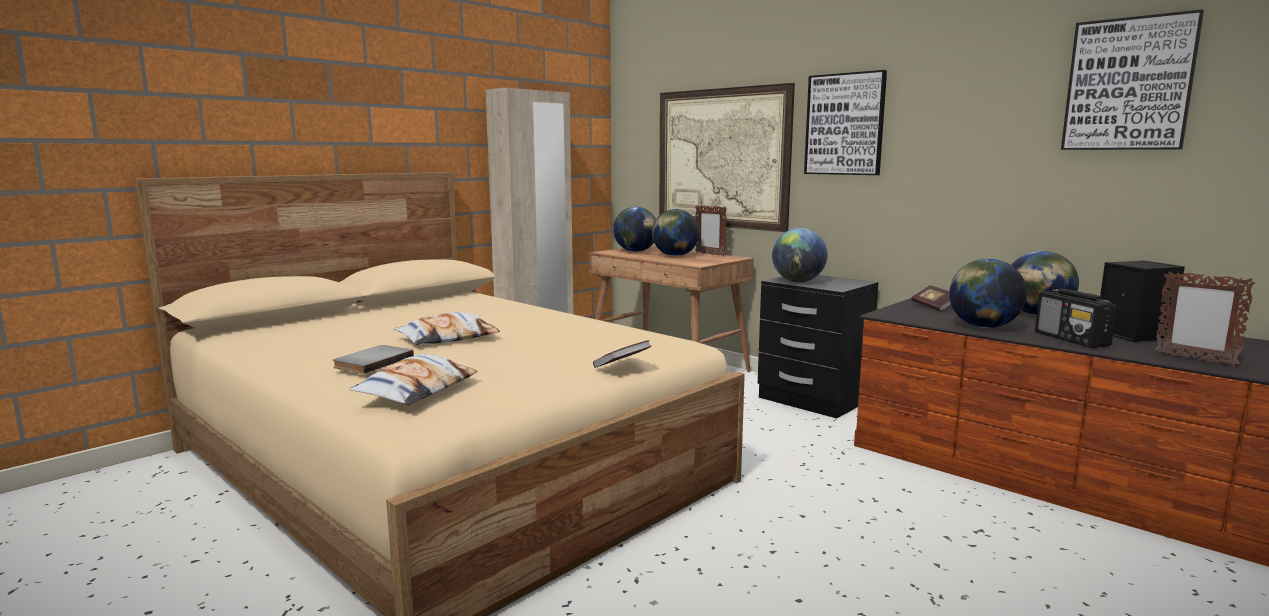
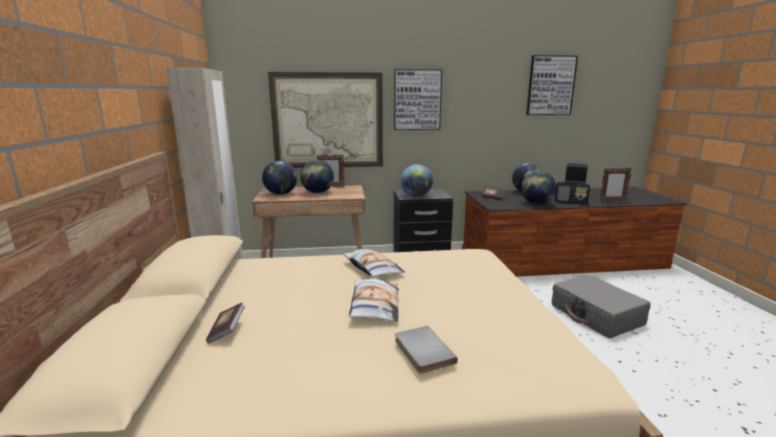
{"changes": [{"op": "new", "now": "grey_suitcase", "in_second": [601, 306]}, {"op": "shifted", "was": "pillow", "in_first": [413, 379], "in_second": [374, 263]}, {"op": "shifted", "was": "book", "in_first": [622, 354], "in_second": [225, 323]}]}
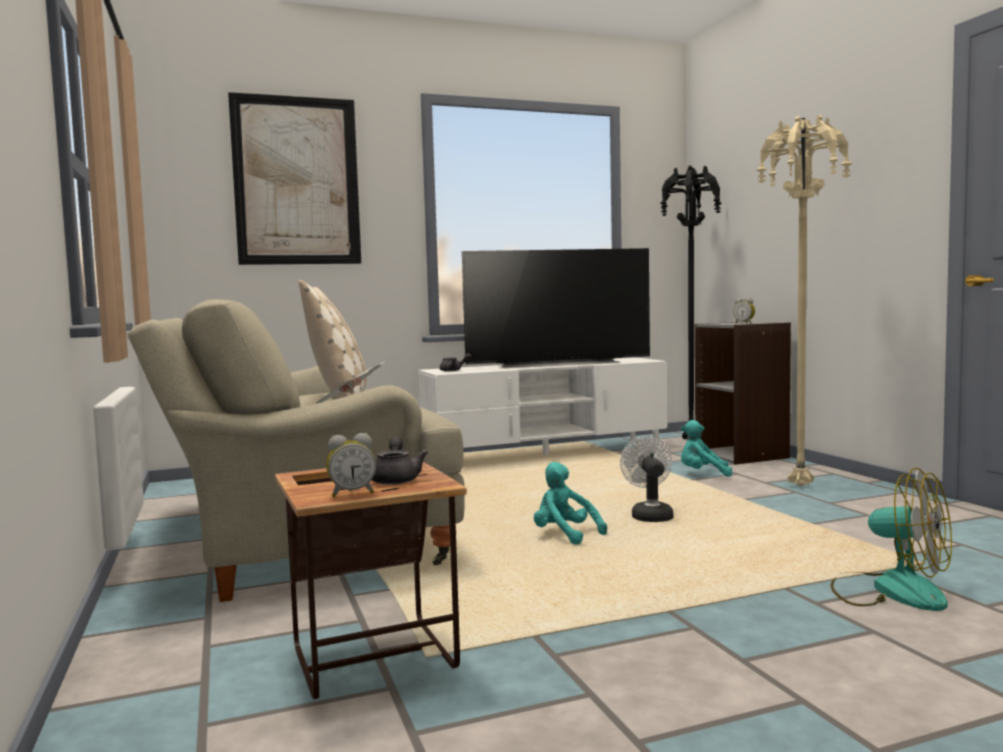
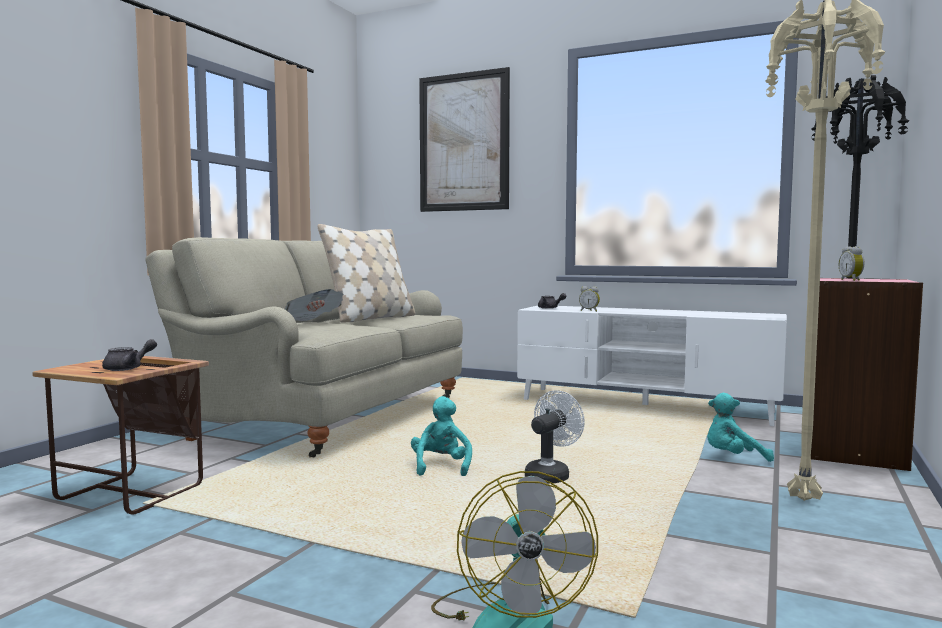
{"changes": [{"op": "gone", "was": "television", "in_first": [556, 308]}, {"op": "shifted", "was": "alarm_clock", "in_first": [351, 465], "in_second": [589, 299]}, {"op": "repainted", "was": "grey_bookcase", "now": "pink_bookcase", "in_first": [743, 393], "in_second": [867, 374]}, {"op": "rotated", "was": "turquoise_plush_toy", "in_first": [706, 448], "in_second": [740, 427], "clockwise": -60}]}
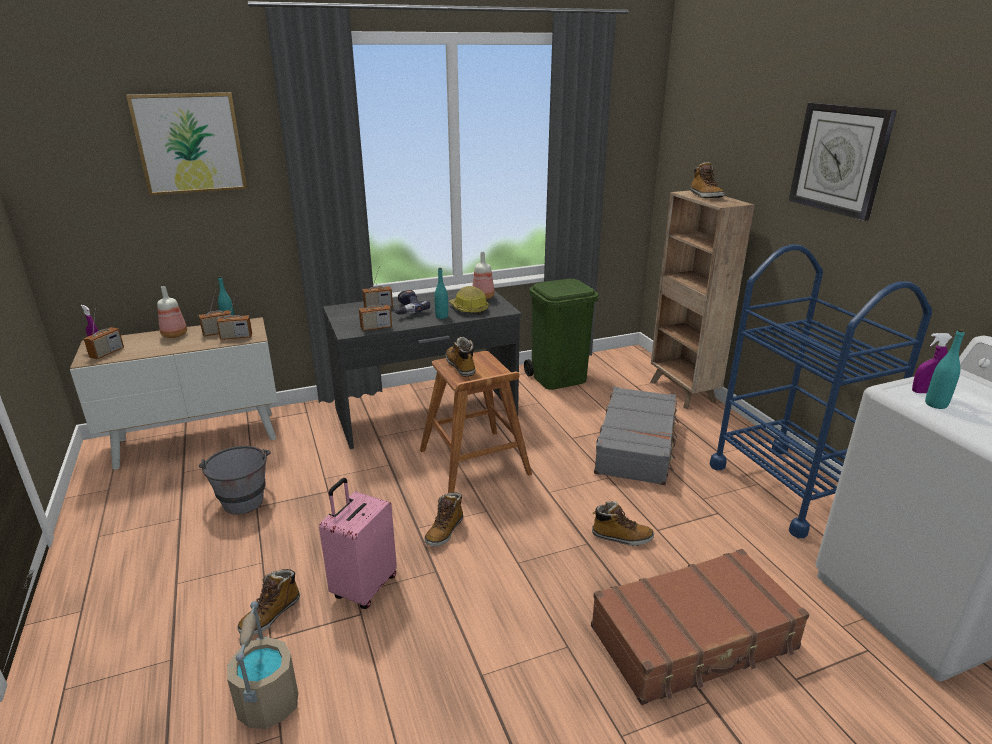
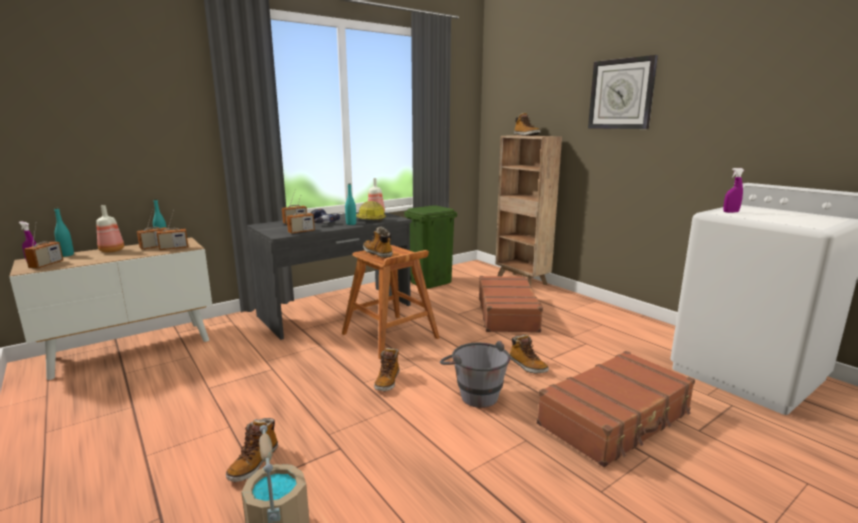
{"changes": [{"op": "gone", "was": "picture", "in_first": [186, 144]}, {"op": "gone", "was": "pink_suitcase", "in_first": [358, 543]}, {"op": "gone", "was": "blue_cart", "in_first": [820, 391]}, {"op": "shifted", "was": "grey_bucket", "in_first": [235, 480], "in_second": [475, 374]}, {"op": "shifted", "was": "turquoise_bottle", "in_first": [945, 369], "in_second": [64, 232]}, {"op": "repainted", "was": "grey_suitcase", "now": "brown_suitcase", "in_first": [636, 436], "in_second": [511, 304]}, {"op": "rotated", "was": "boot", "in_first": [623, 523], "in_second": [529, 354], "clockwise": 60}]}
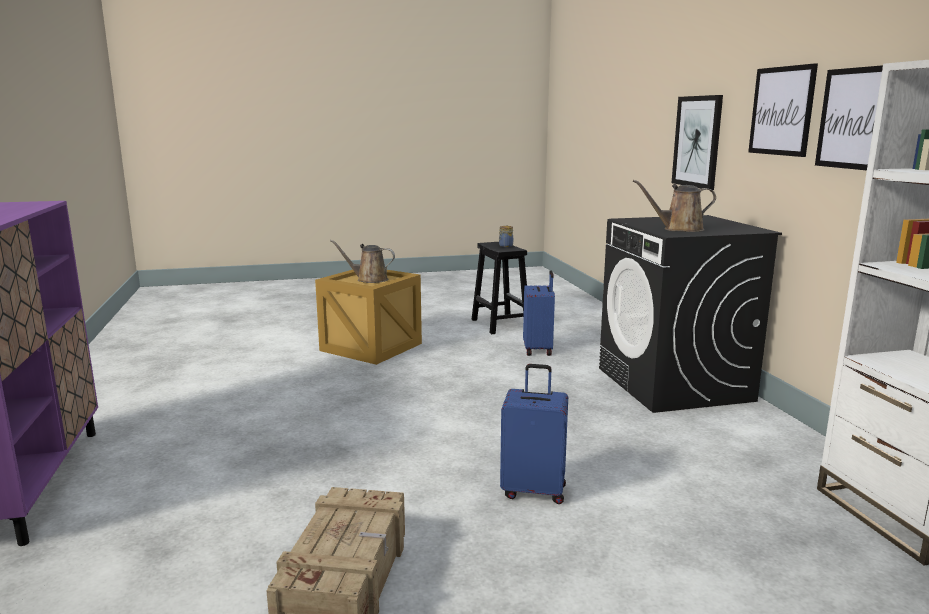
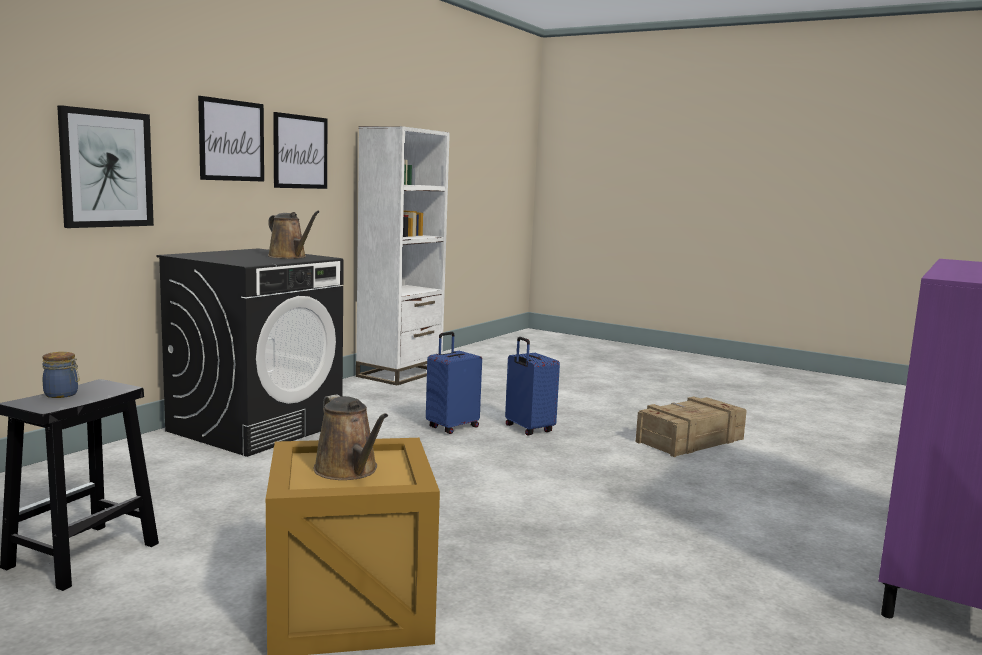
{"changes": [{"op": "shifted", "was": "blue_suitcase", "in_first": [539, 313], "in_second": [454, 383]}]}
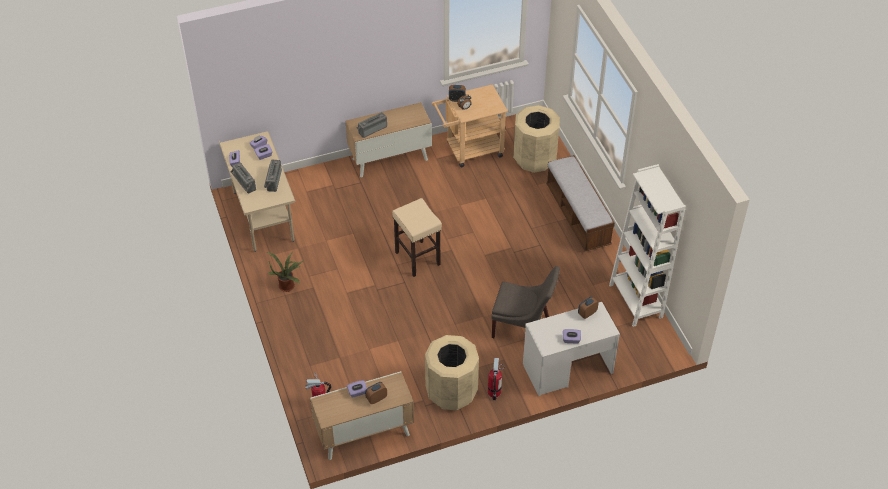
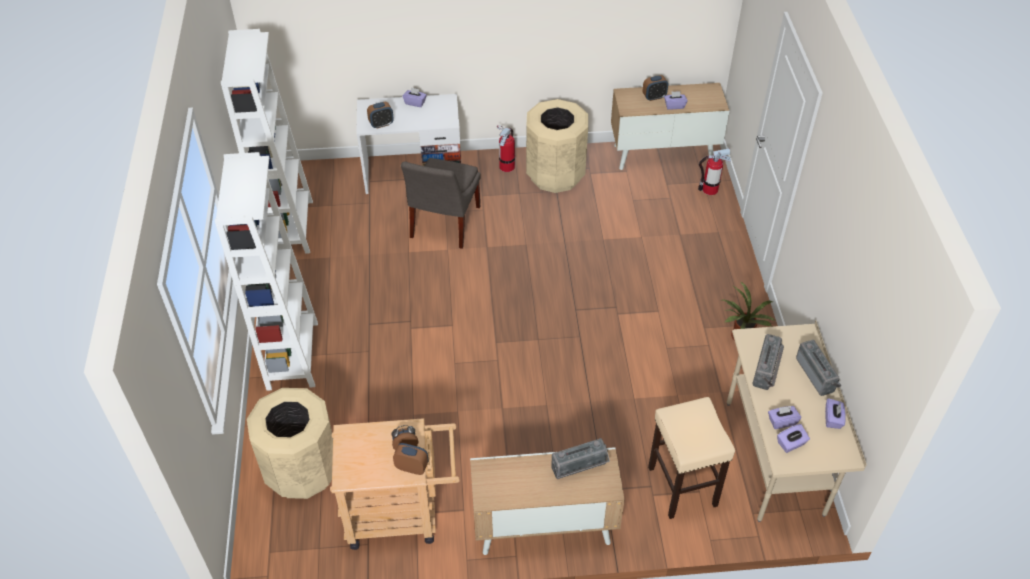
{"changes": [{"op": "shifted", "was": "beige_stool", "in_first": [417, 237], "in_second": [691, 458]}, {"op": "swapped", "was": "bench", "now": "white_bookcase", "in_first": [580, 203], "in_second": [266, 271]}, {"op": "rotated", "was": "grey_chair", "in_first": [525, 302], "in_second": [441, 203], "clockwise": -105}]}
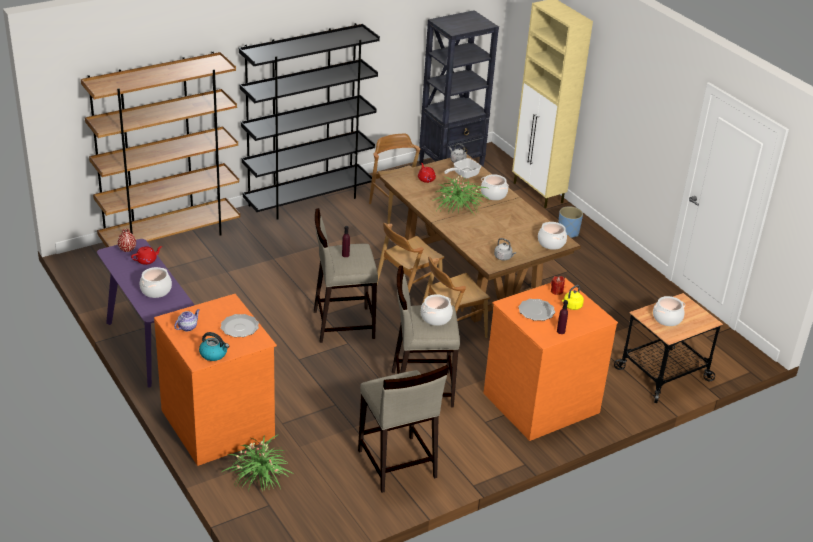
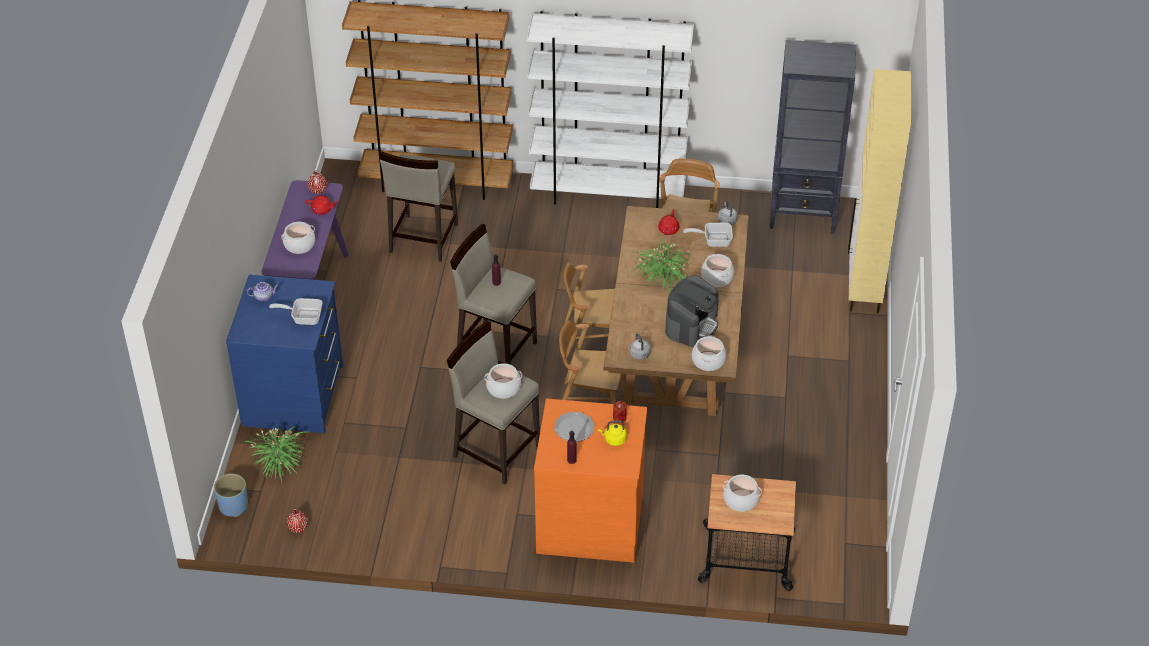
{"changes": [{"op": "gone", "was": "kettle", "in_first": [214, 346]}, {"op": "new", "now": "red_vase", "in_second": [297, 521]}, {"op": "new", "now": "coffee_machine", "in_second": [692, 311]}, {"op": "shifted", "was": "beige_stool", "in_first": [403, 429], "in_second": [418, 206]}, {"op": "shifted", "was": "blue_planter", "in_first": [570, 222], "in_second": [231, 495]}, {"op": "swapped", "was": "plate", "now": "frying_pan", "in_first": [240, 325], "in_second": [295, 311]}, {"op": "repainted", "was": "orange_dresser", "now": "blue_dresser", "in_first": [215, 380], "in_second": [284, 354]}, {"op": "repainted", "was": "black_bookcase", "now": "white_bookcase", "in_first": [309, 121], "in_second": [610, 109]}]}
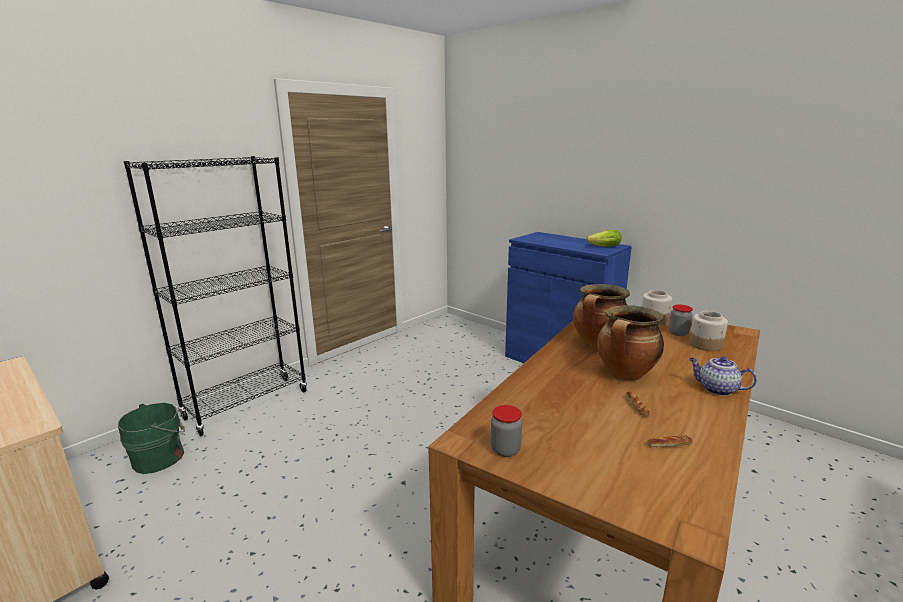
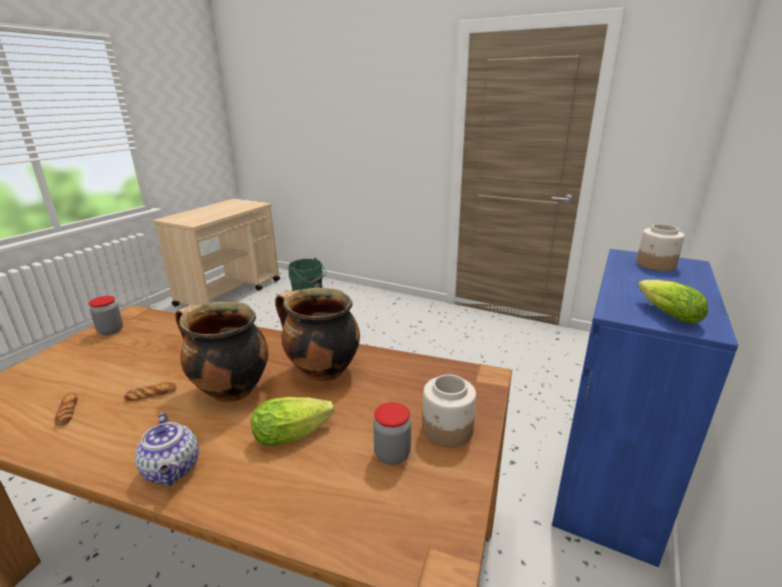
{"changes": [{"op": "gone", "was": "black_bookcase", "in_first": [215, 296]}, {"op": "new", "now": "lettuce", "in_second": [292, 421]}, {"op": "shifted", "was": "jar", "in_first": [708, 331], "in_second": [660, 247]}, {"op": "rotated", "was": "teapot", "in_first": [723, 376], "in_second": [167, 449], "clockwise": 135}]}
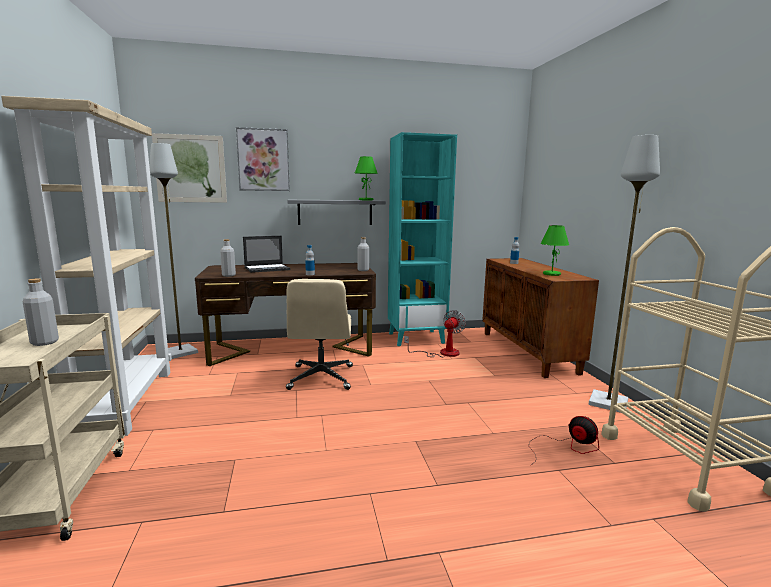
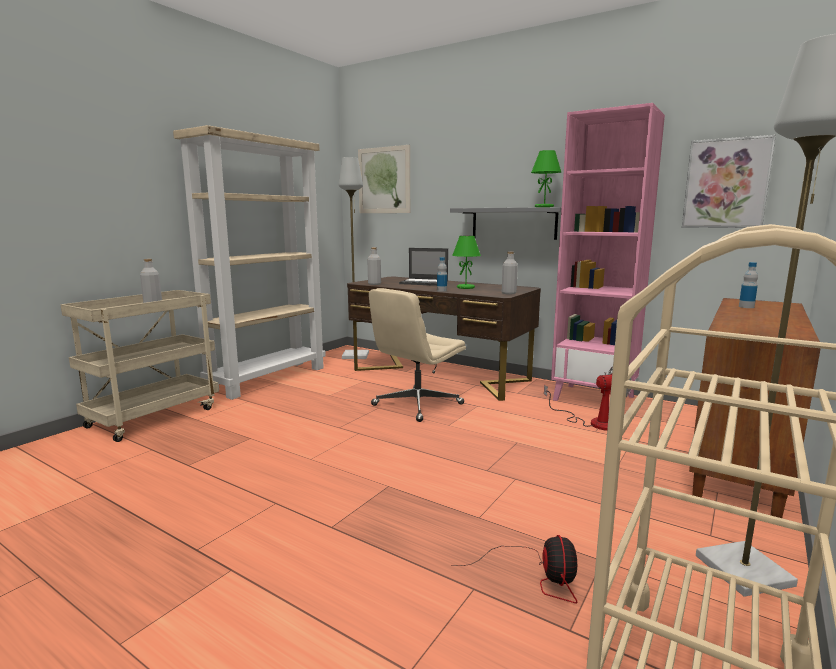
{"changes": [{"op": "shifted", "was": "picture", "in_first": [263, 159], "in_second": [729, 181]}, {"op": "shifted", "was": "green_table_lamp", "in_first": [555, 250], "in_second": [466, 262]}, {"op": "repainted", "was": "turquoise_bookcase", "now": "pink_bookcase", "in_first": [422, 239], "in_second": [608, 252]}]}
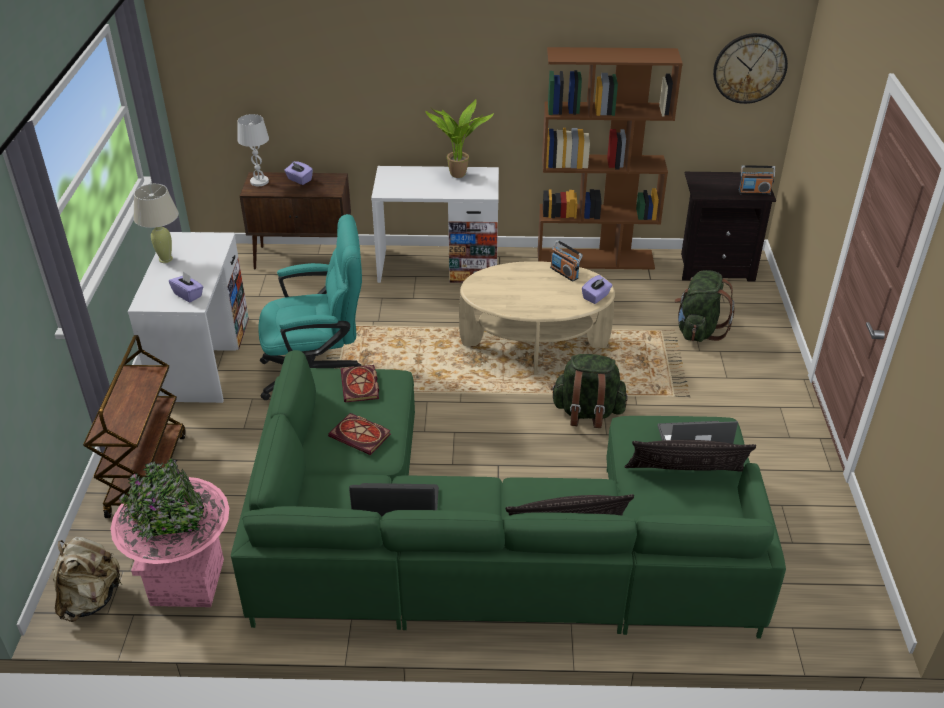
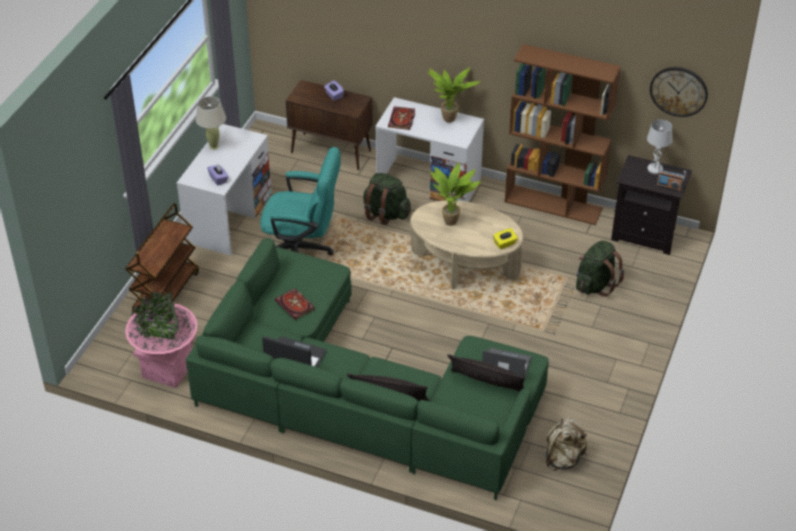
{"changes": [{"op": "gone", "was": "radio", "in_first": [566, 261]}, {"op": "new", "now": "potted_plant", "in_second": [455, 194]}, {"op": "shifted", "was": "beige_backpack", "in_first": [87, 579], "in_second": [566, 444]}, {"op": "shifted", "was": "white_table_lamp", "in_first": [253, 150], "in_second": [660, 146]}, {"op": "shifted", "was": "book", "in_first": [360, 383], "in_second": [401, 118]}, {"op": "shifted", "was": "green_backpack", "in_first": [589, 391], "in_second": [387, 199]}, {"op": "repainted", "was": "purple_tissue_box", "now": "yellow_tissue_box", "in_first": [597, 289], "in_second": [505, 238]}]}
